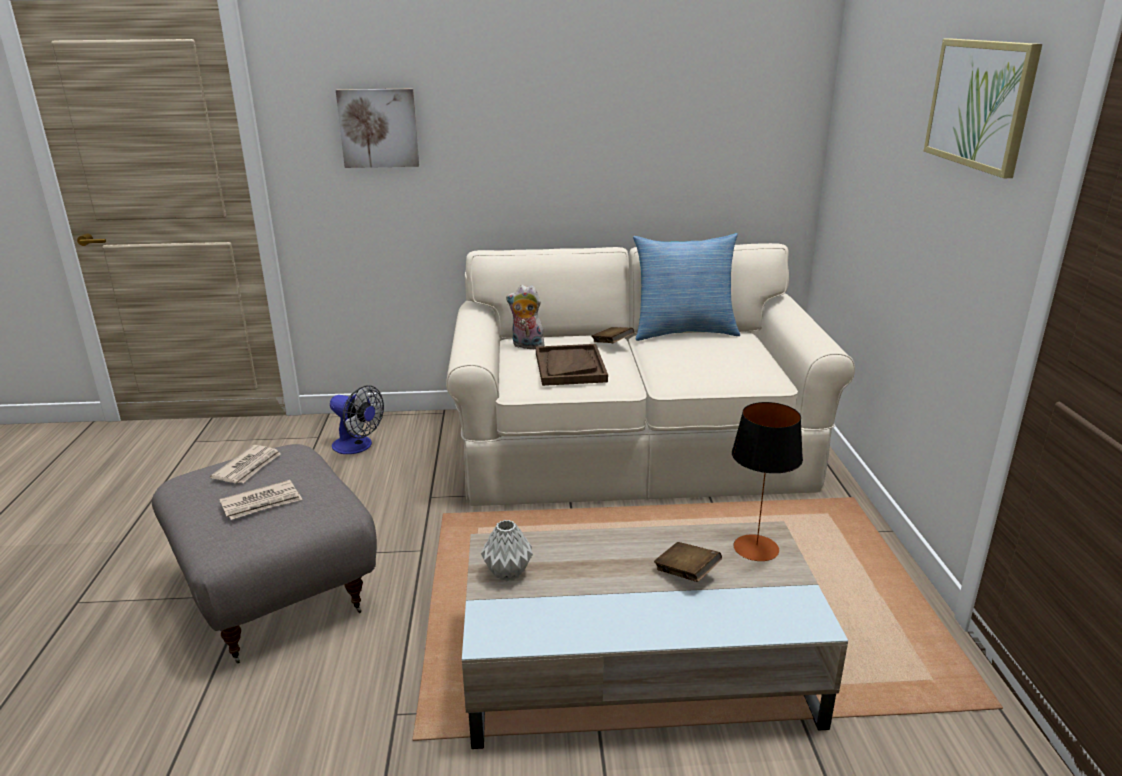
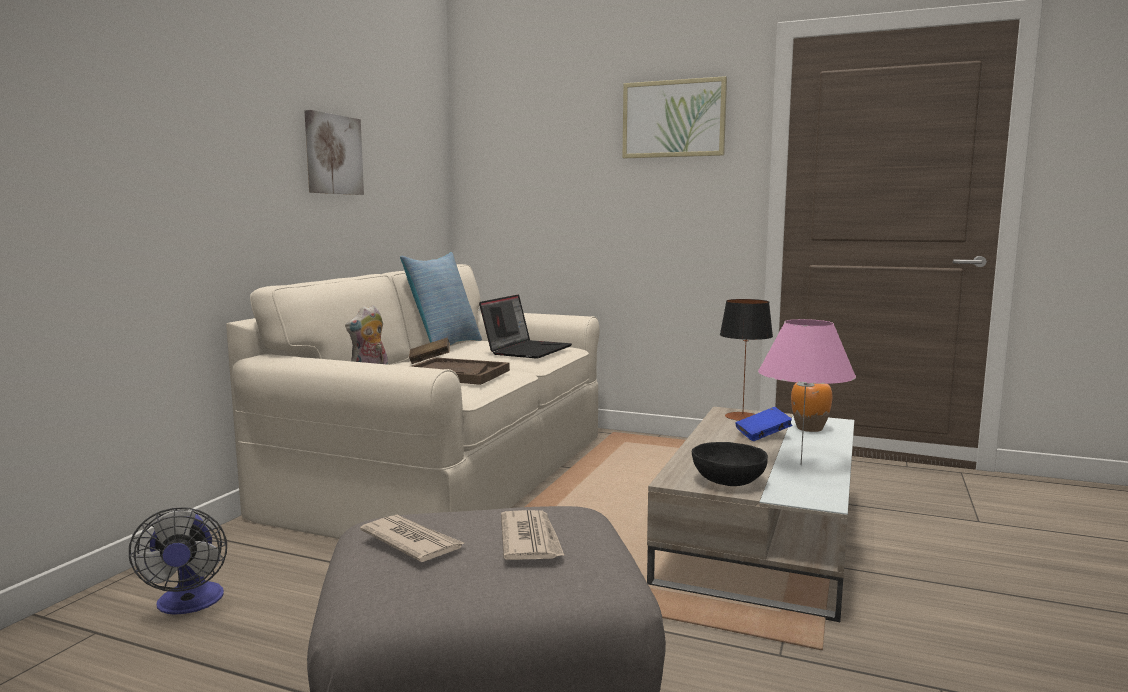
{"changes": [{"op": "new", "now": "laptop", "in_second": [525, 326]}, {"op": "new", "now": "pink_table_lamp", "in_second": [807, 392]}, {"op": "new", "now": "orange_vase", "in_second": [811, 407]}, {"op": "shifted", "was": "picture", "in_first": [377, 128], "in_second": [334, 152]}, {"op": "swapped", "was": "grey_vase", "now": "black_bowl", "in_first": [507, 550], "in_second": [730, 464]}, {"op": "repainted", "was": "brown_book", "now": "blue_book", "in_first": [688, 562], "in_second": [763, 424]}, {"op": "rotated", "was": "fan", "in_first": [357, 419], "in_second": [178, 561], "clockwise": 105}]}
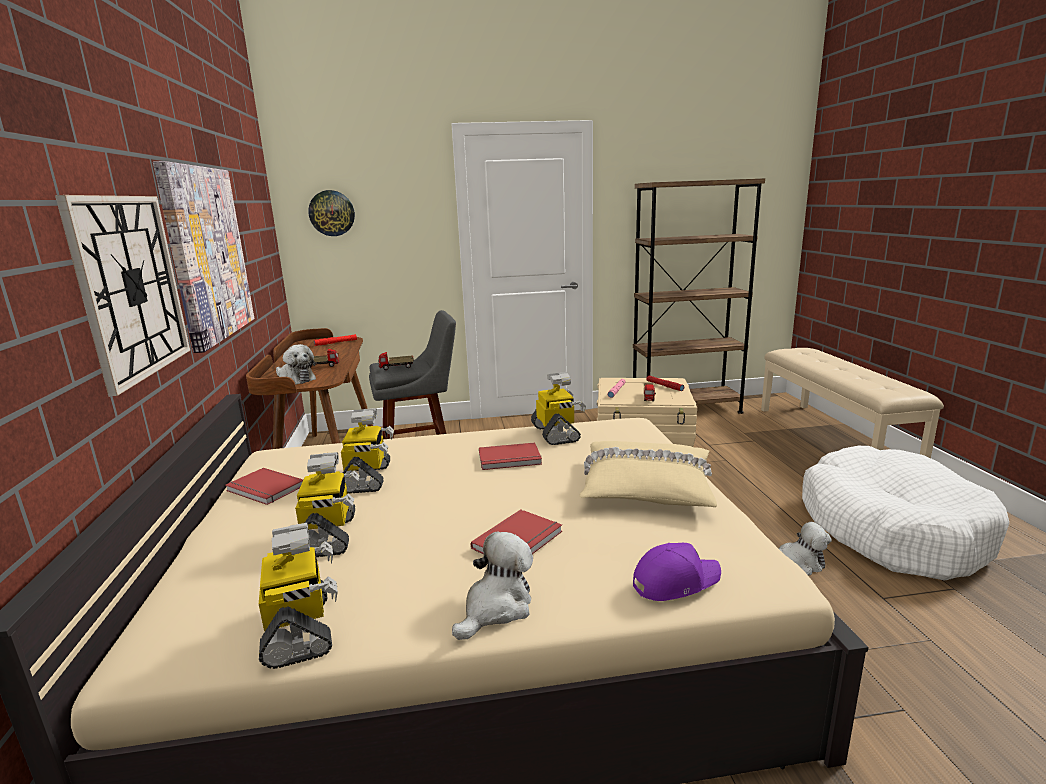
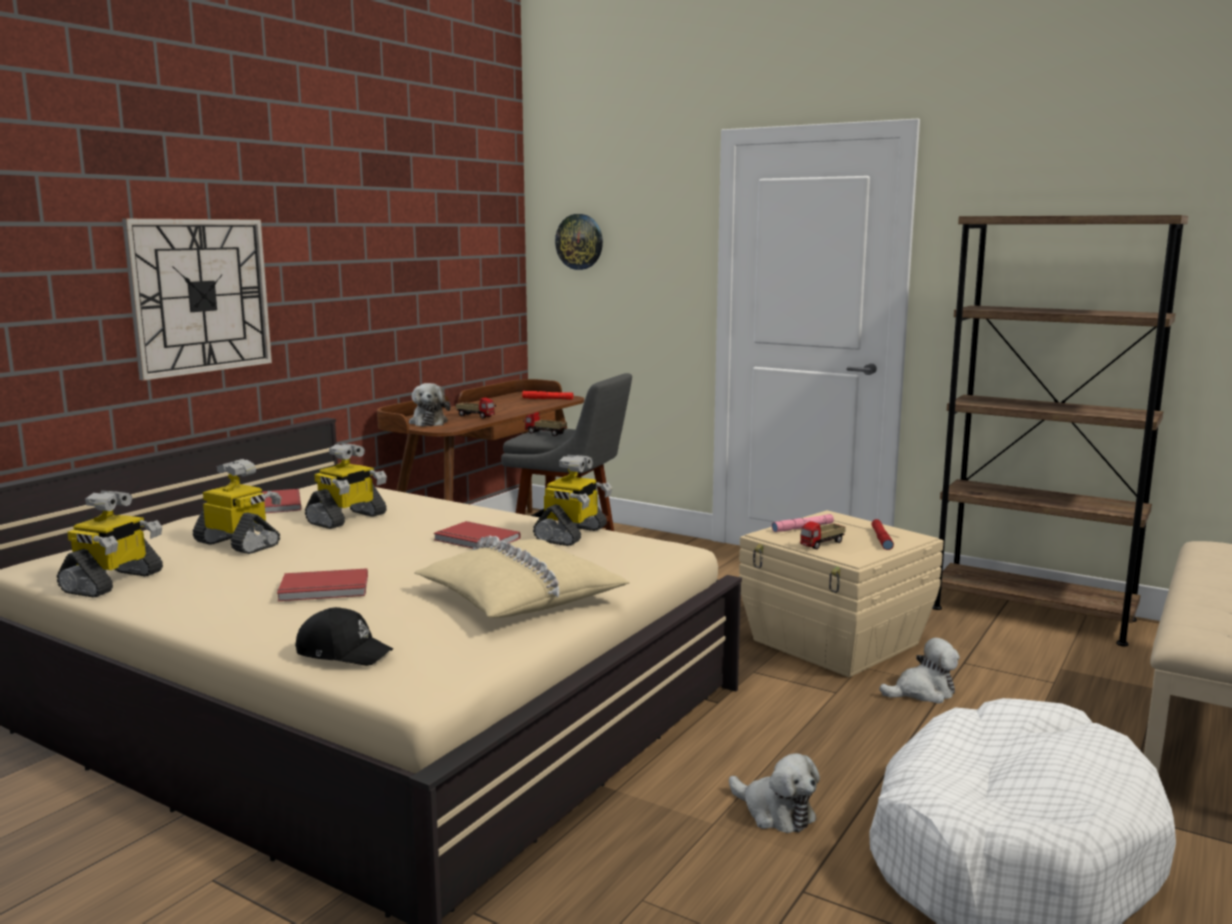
{"changes": [{"op": "gone", "was": "picture", "in_first": [203, 257]}, {"op": "shifted", "was": "plush_toy", "in_first": [492, 586], "in_second": [919, 671]}, {"op": "repainted", "was": "purple_cap", "now": "black_cap", "in_first": [677, 572], "in_second": [344, 636]}, {"op": "rotated", "was": "toy_robot", "in_first": [327, 504], "in_second": [237, 506], "clockwise": -90}]}
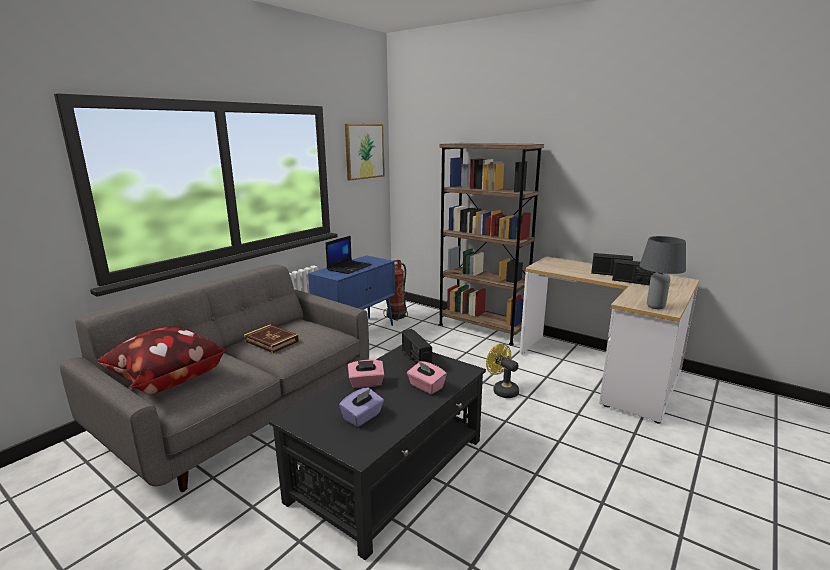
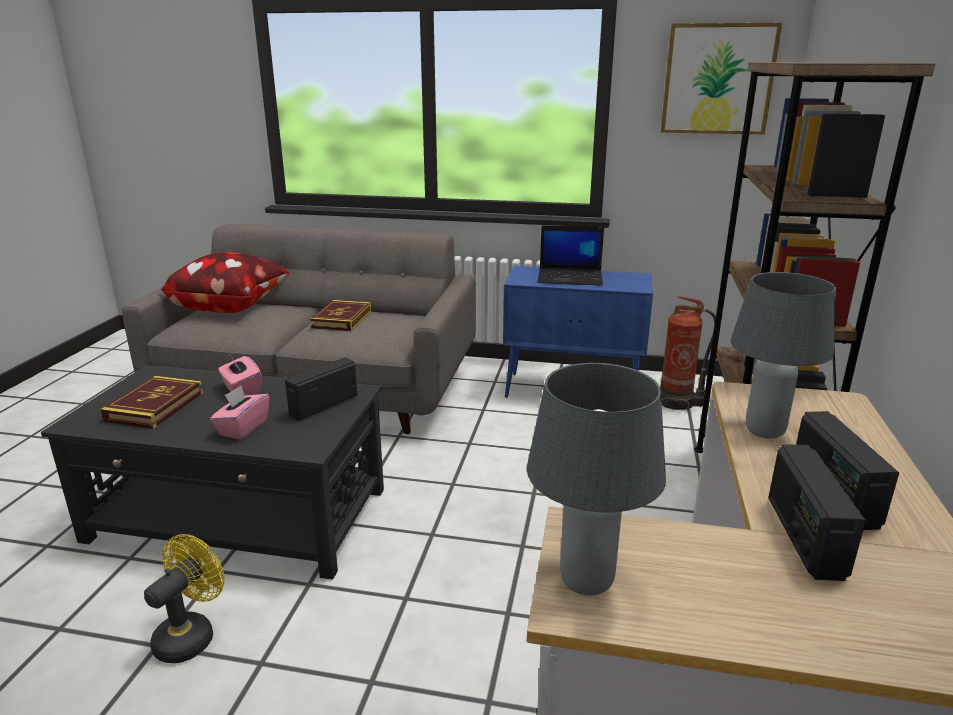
{"changes": [{"op": "new", "now": "grey_table_lamp", "in_second": [783, 355]}, {"op": "shifted", "was": "yellow_fan", "in_first": [502, 371], "in_second": [184, 598]}, {"op": "swapped", "was": "purple_tissue_box", "now": "book", "in_first": [361, 407], "in_second": [151, 402]}]}
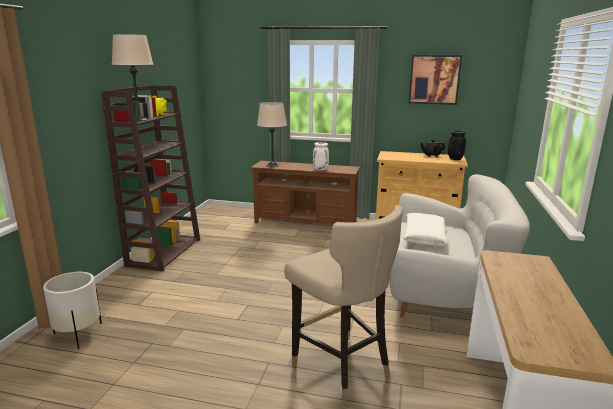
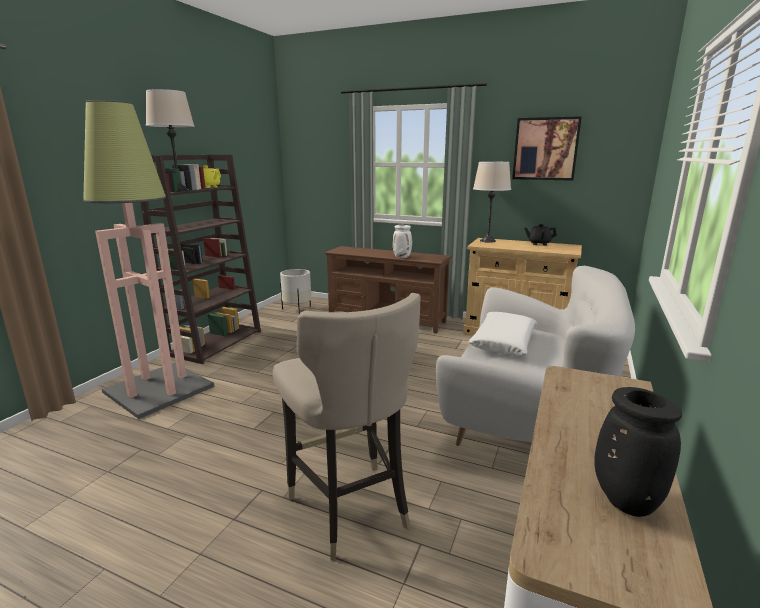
{"changes": [{"op": "new", "now": "floor_lamp", "in_second": [148, 259]}, {"op": "shifted", "was": "white_planter", "in_first": [72, 310], "in_second": [296, 291]}, {"op": "shifted", "was": "beige_table_lamp", "in_first": [272, 134], "in_second": [492, 202]}, {"op": "shifted", "was": "black_vase", "in_first": [457, 145], "in_second": [638, 452]}]}
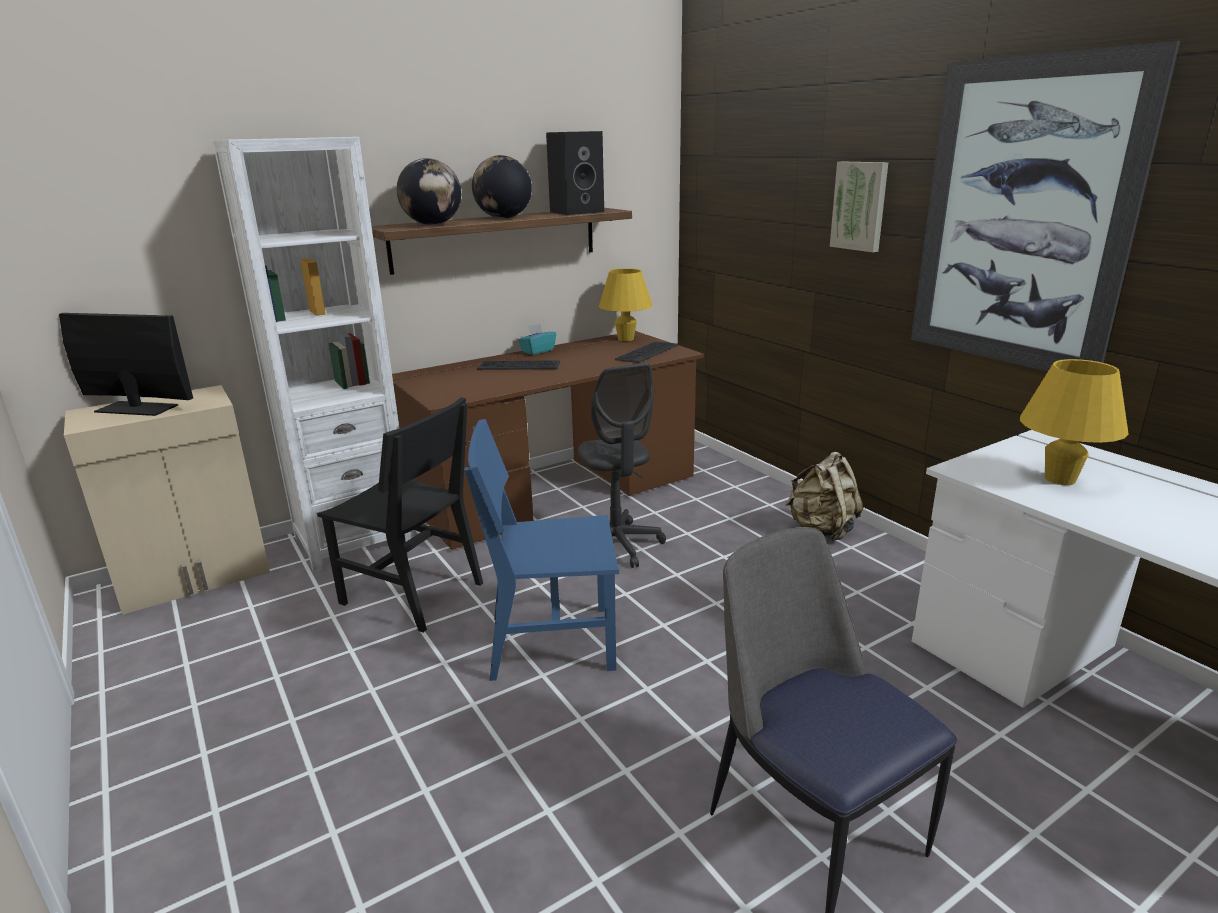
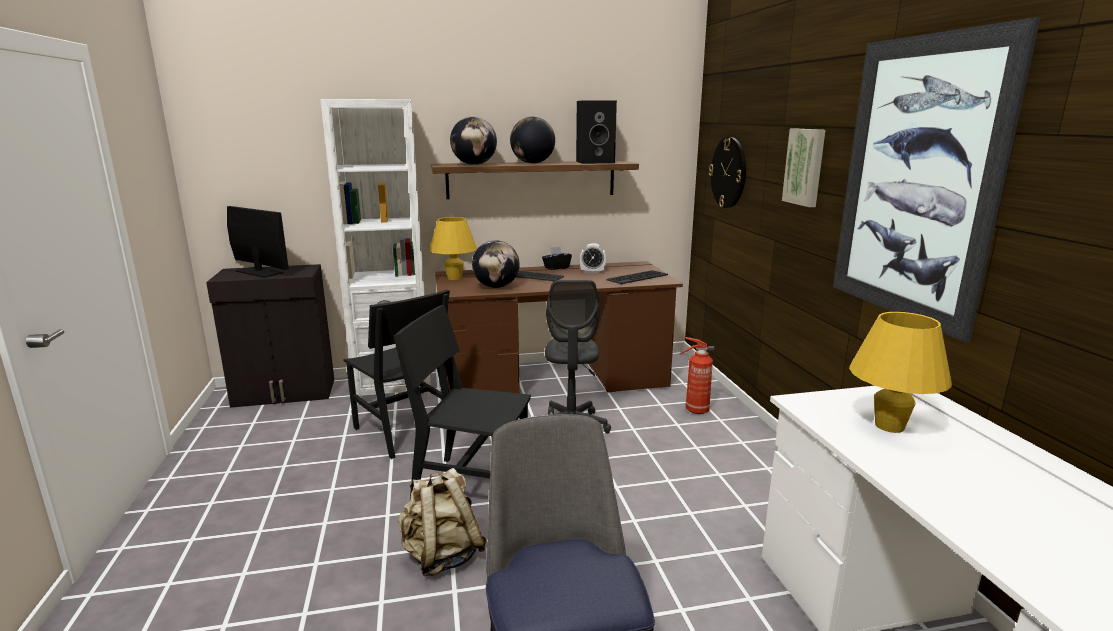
{"changes": [{"op": "new", "now": "globe", "in_second": [496, 264]}, {"op": "new", "now": "alarm_clock", "in_second": [593, 258]}, {"op": "new", "now": "fire_extinguisher", "in_second": [696, 375]}, {"op": "new", "now": "wall_clock", "in_second": [727, 172]}, {"op": "shifted", "was": "yellow_table_lamp", "in_first": [625, 304], "in_second": [453, 248]}, {"op": "shifted", "was": "beige_backpack", "in_first": [824, 497], "in_second": [442, 522]}, {"op": "repainted", "was": "beige_cabinet", "now": "black_cabinet", "in_first": [167, 500], "in_second": [270, 336]}, {"op": "repainted", "was": "blue_chair", "now": "black_chair", "in_first": [542, 550], "in_second": [462, 402]}, {"op": "repainted", "was": "turquoise_tissue_box", "now": "black_tissue_box", "in_first": [537, 339], "in_second": [557, 258]}]}
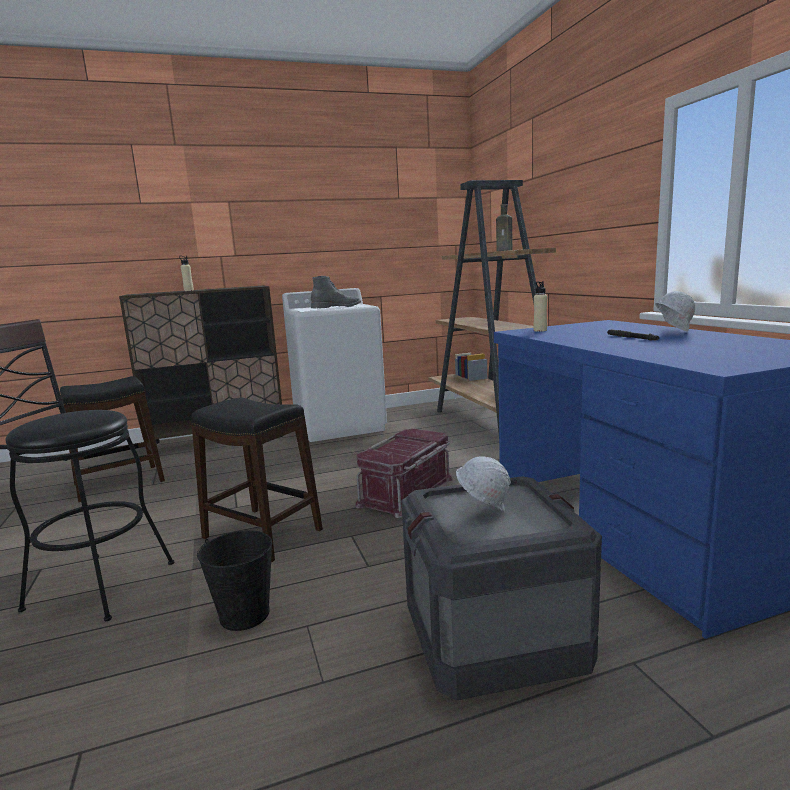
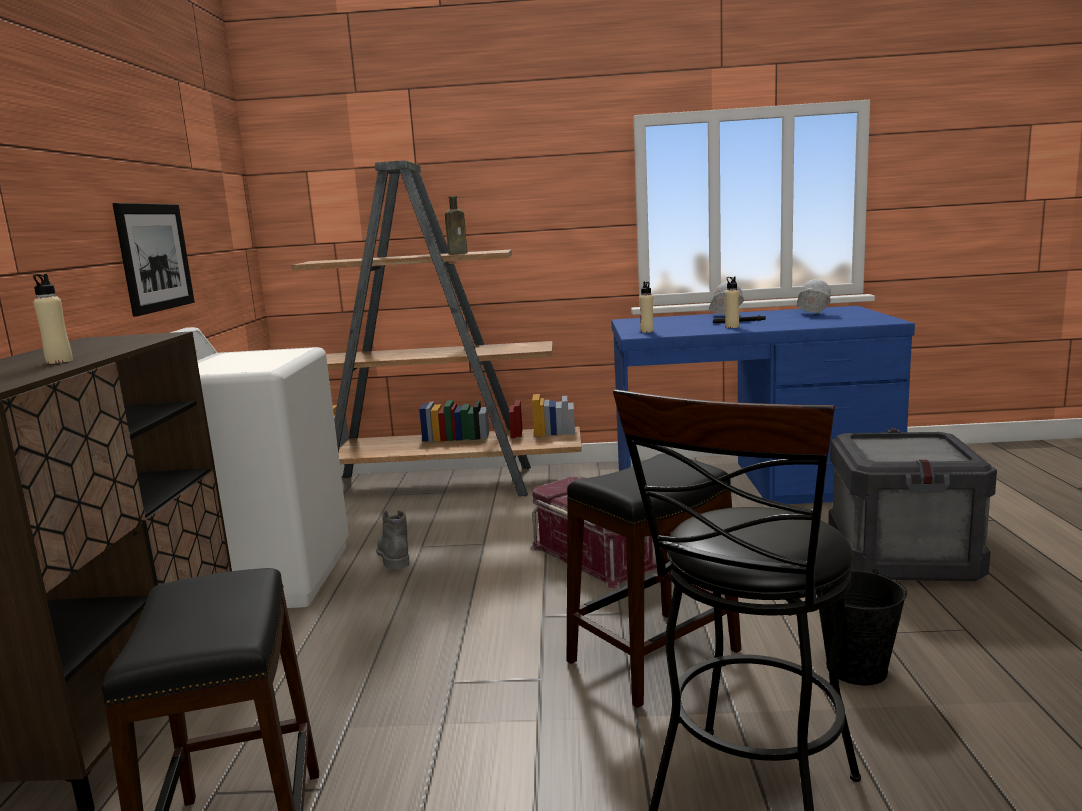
{"changes": [{"op": "new", "now": "picture", "in_second": [153, 260]}, {"op": "new", "now": "beige_bottle", "in_second": [732, 302]}, {"op": "shifted", "was": "grey_boot", "in_first": [336, 292], "in_second": [393, 540]}, {"op": "shifted", "was": "white_hard_hat", "in_first": [483, 484], "in_second": [814, 296]}]}
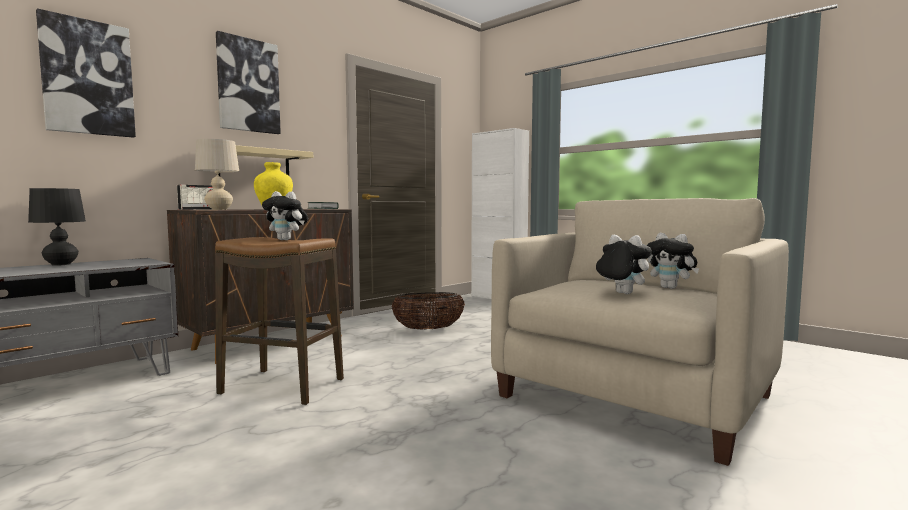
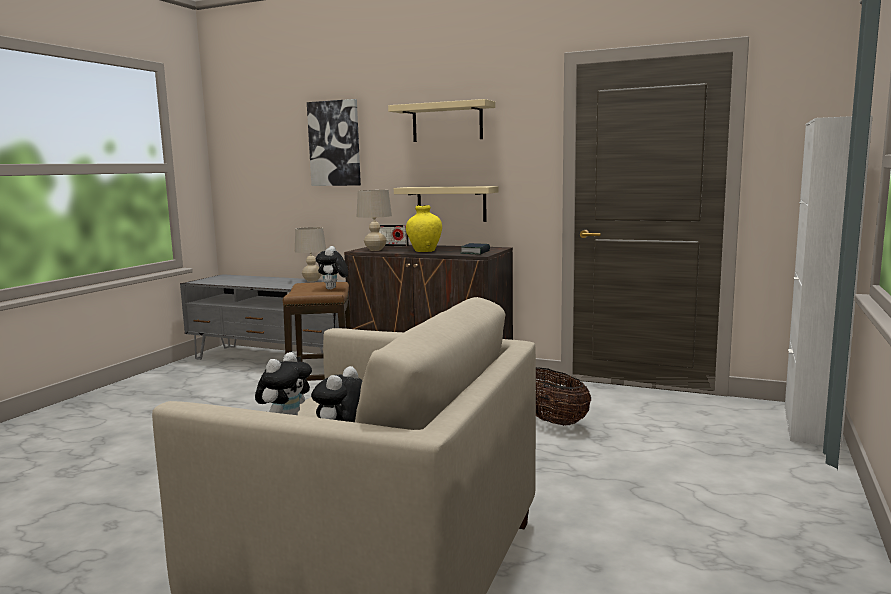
{"changes": [{"op": "swapped", "was": "picture", "now": "beige_shelf", "in_first": [248, 82], "in_second": [441, 120]}, {"op": "repainted", "was": "black_table_lamp", "now": "beige_table_lamp", "in_first": [57, 227], "in_second": [310, 254]}]}
